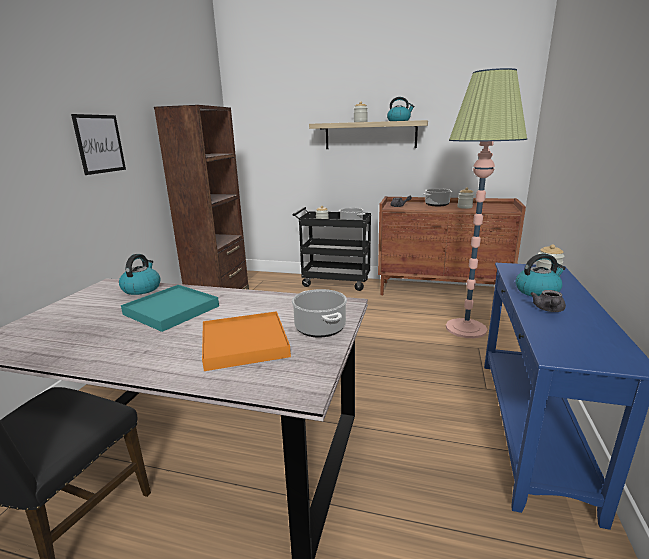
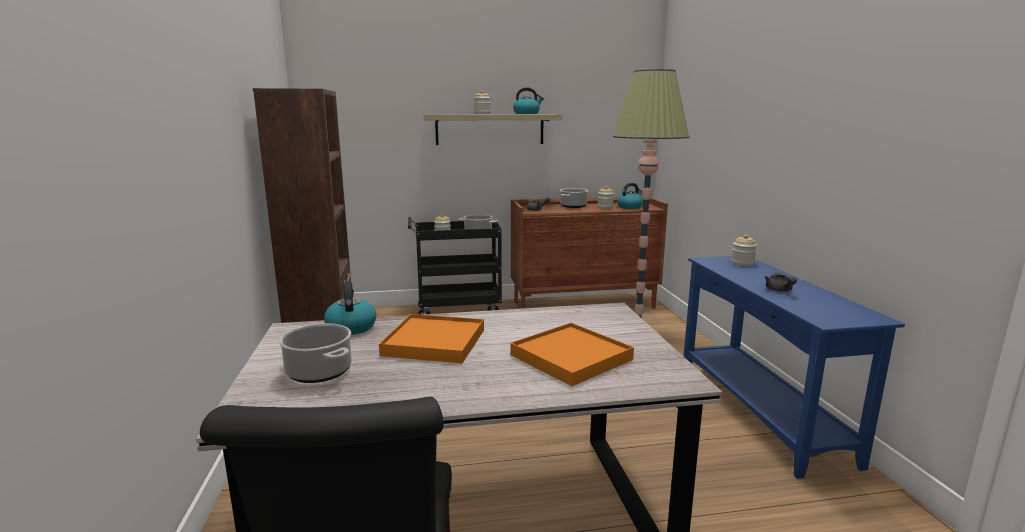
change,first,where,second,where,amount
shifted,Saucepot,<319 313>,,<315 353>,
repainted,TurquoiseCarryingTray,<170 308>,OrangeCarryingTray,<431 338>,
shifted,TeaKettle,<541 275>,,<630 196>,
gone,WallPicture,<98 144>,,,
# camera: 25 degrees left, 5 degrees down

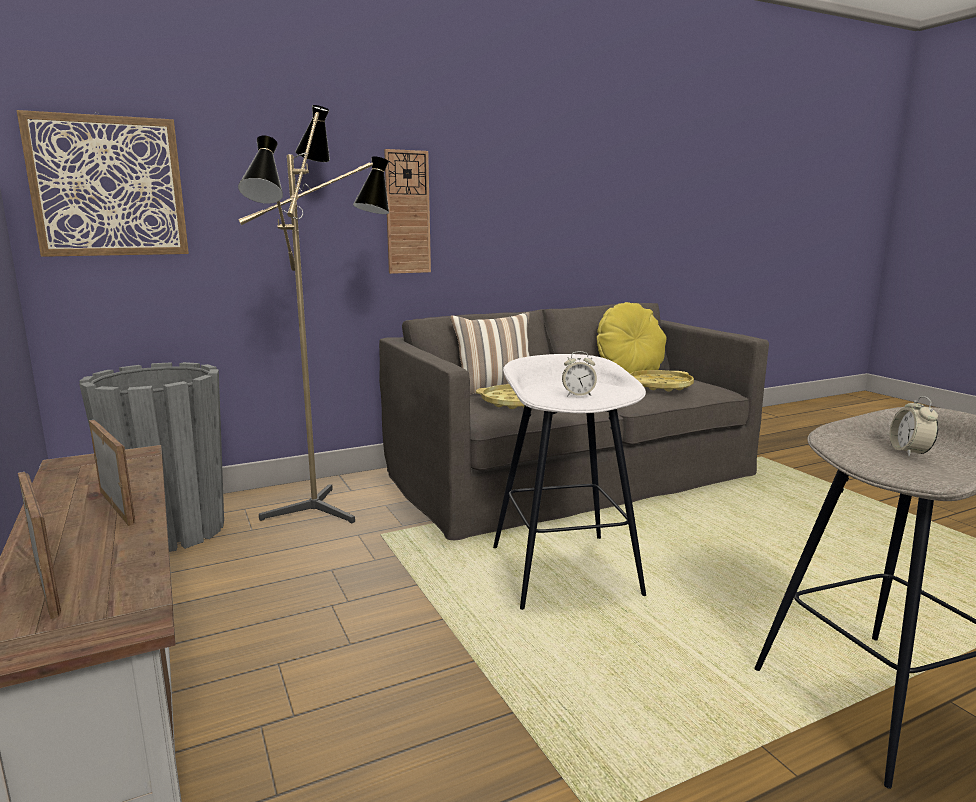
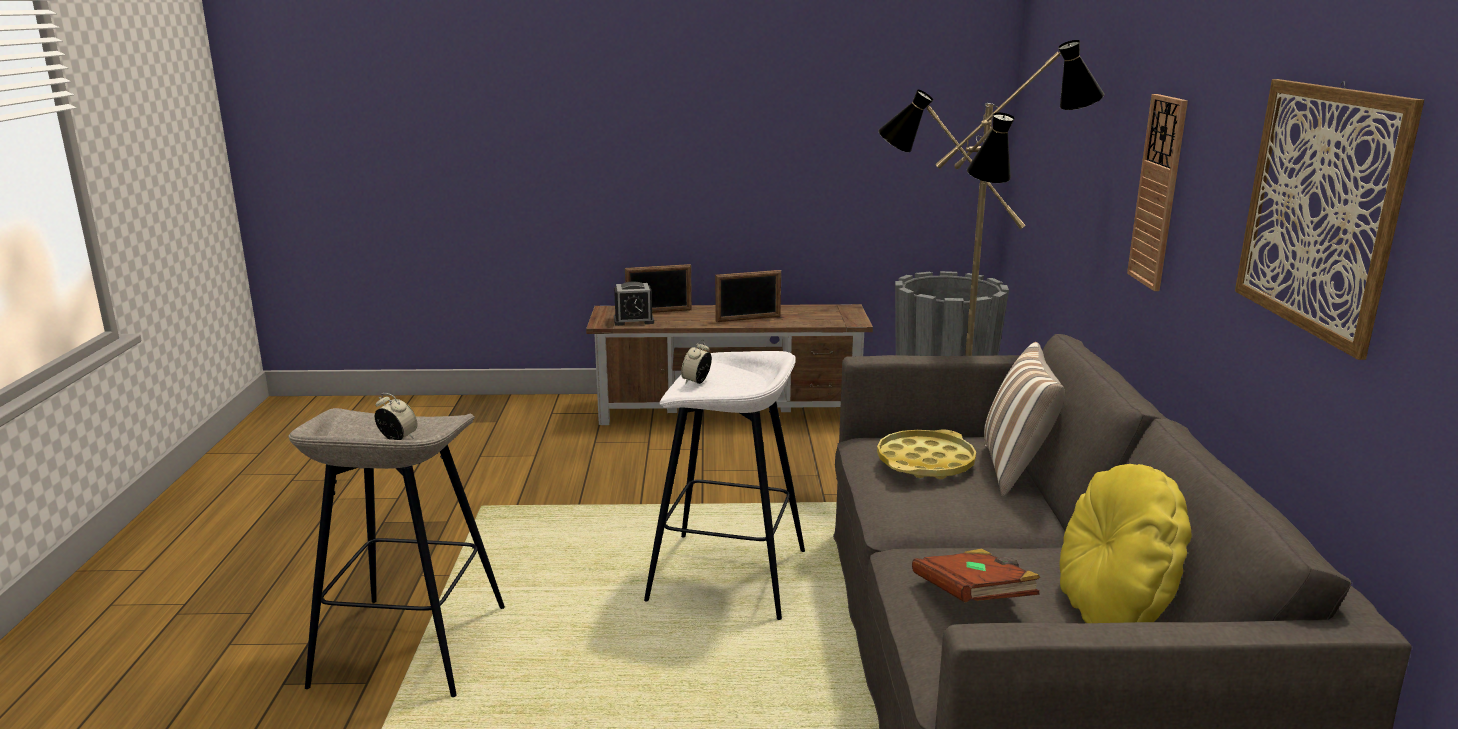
change,first,where,second,where,amount
new,,,BedsideClock,<634 303>,
swapped,YellowCarryingTray,<662 380>,BrownishBook,<976 575>,
shifted,WallPicture,<103 183>,,<1329 219>,
# camera: 115 degrees right, 5 degrees up

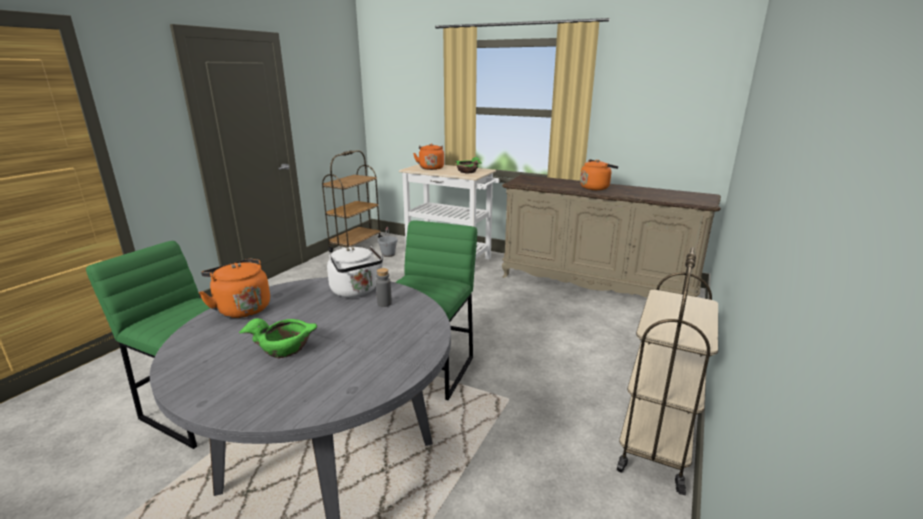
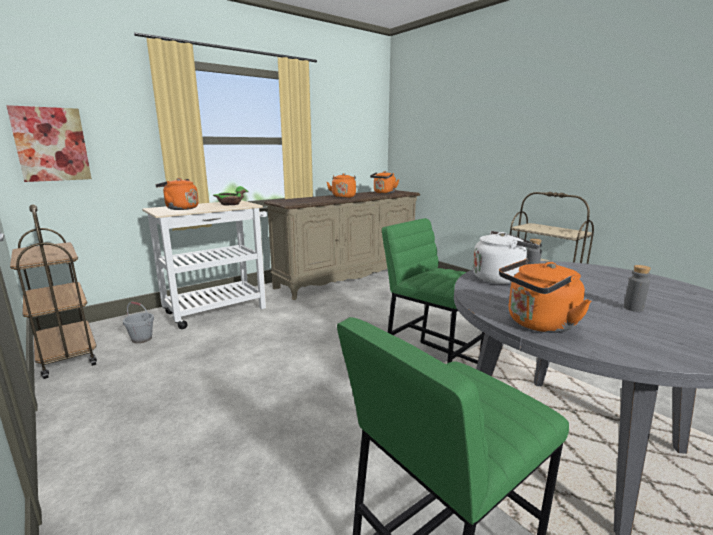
change,first,where,second,where,amount
new,,,WallPicture,<49 143>,
new,,,OrangeTeaKettle,<384 182>,
swapped,GreenishServingBowl,<278 338>,GreyishBeverageBottle,<637 288>,
# camera: 65 degrees left, 5 degrees down

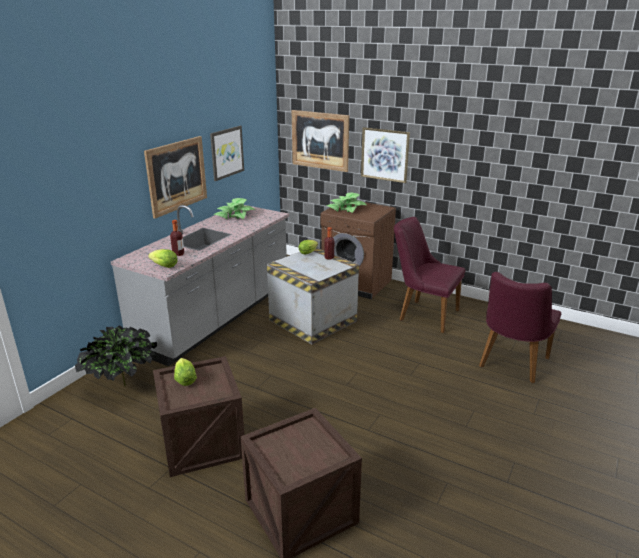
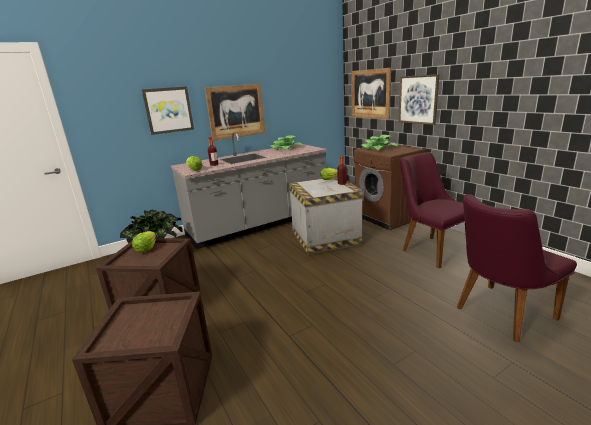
change,first,where,second,where,amount
shifted,WallPicture,<227 153>,,<168 110>,
# camera: 30 degrees right, 5 degrees down

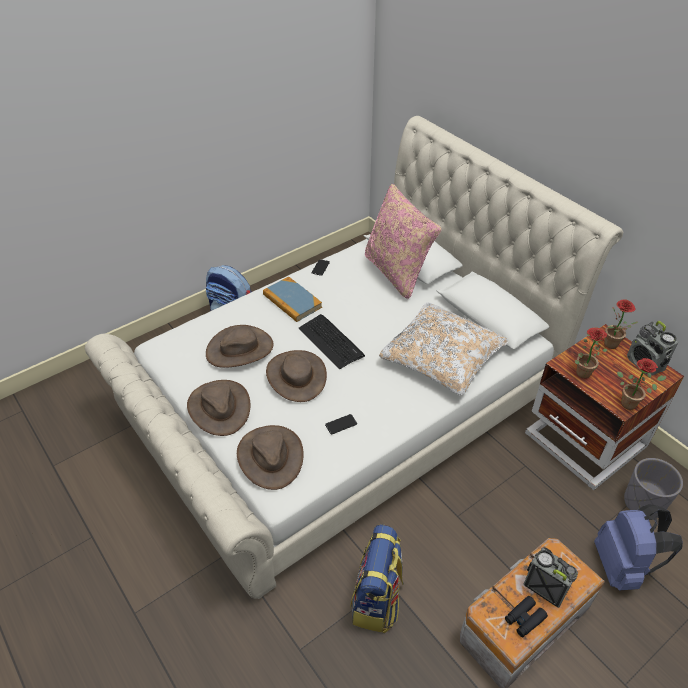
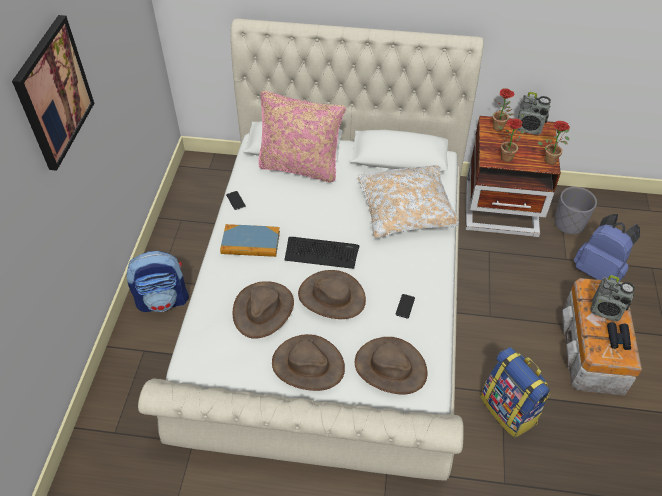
change,first,where,second,where,amount
new,,,WallPicture,<53 93>,
rotated,Radio,<551 578>,,<613 298>,150 degrees counterclockwise
# camera: 45 degrees left, 5 degrees up

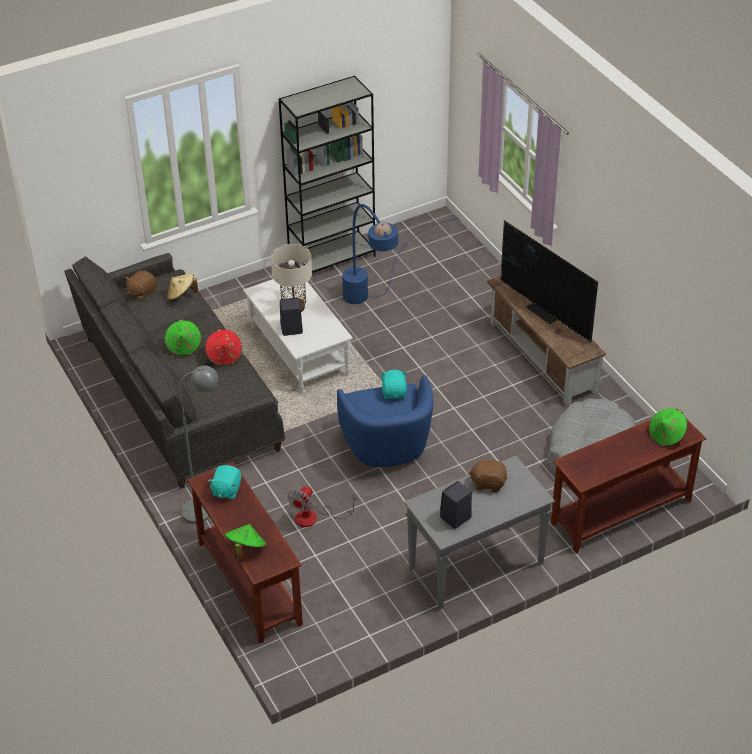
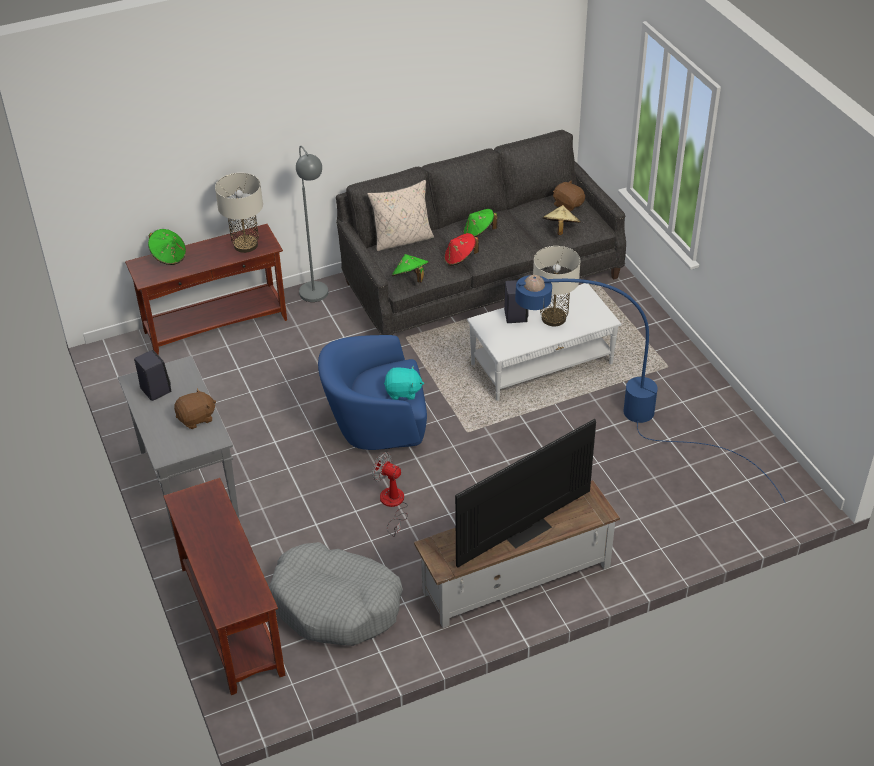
change,first,where,second,where,amount
rotated,BrownishSoftToy,<488 474>,,<195 408>,45 degrees clockwise
swapped,TurquoiseSoftToy,<224 482>,LampForATable,<239 213>,
new,,,BeigeColouredThrowPillow,<400 215>,
shifted,Fan,<323 506>,,<390 494>,
shifted,GreenishHat,<668 427>,,<410 268>,
gone,GreyishBookshelf,<327 174>,,,
# camera: 95 degrees right, 0 degrees up

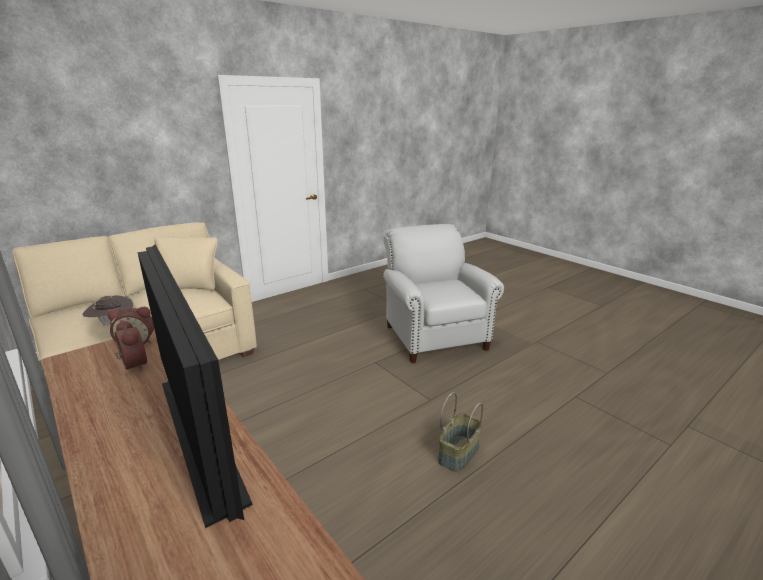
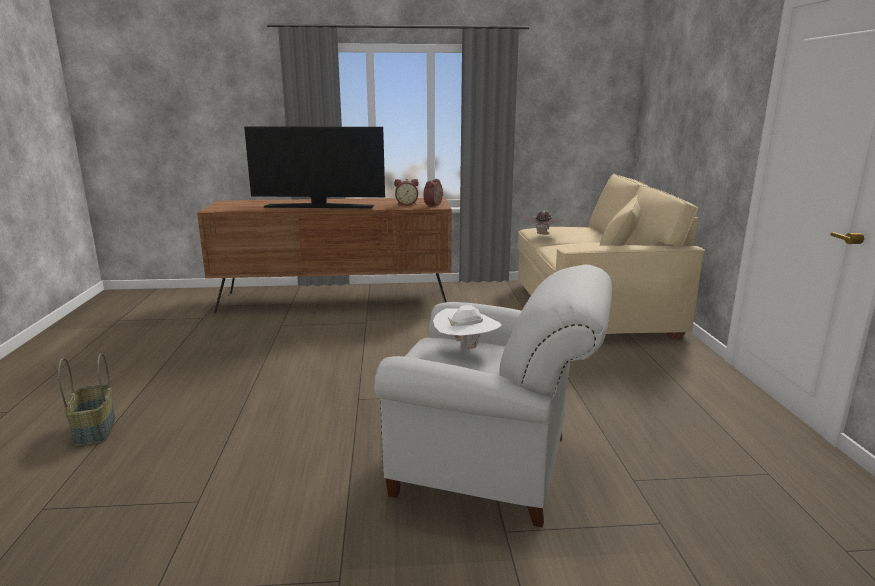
change,first,where,second,where,amount
shifted,Basket,<460 432>,,<86 399>,
new,,,WhitishHat,<467 329>,
# camera: 125 degrees right, 5 degrees down

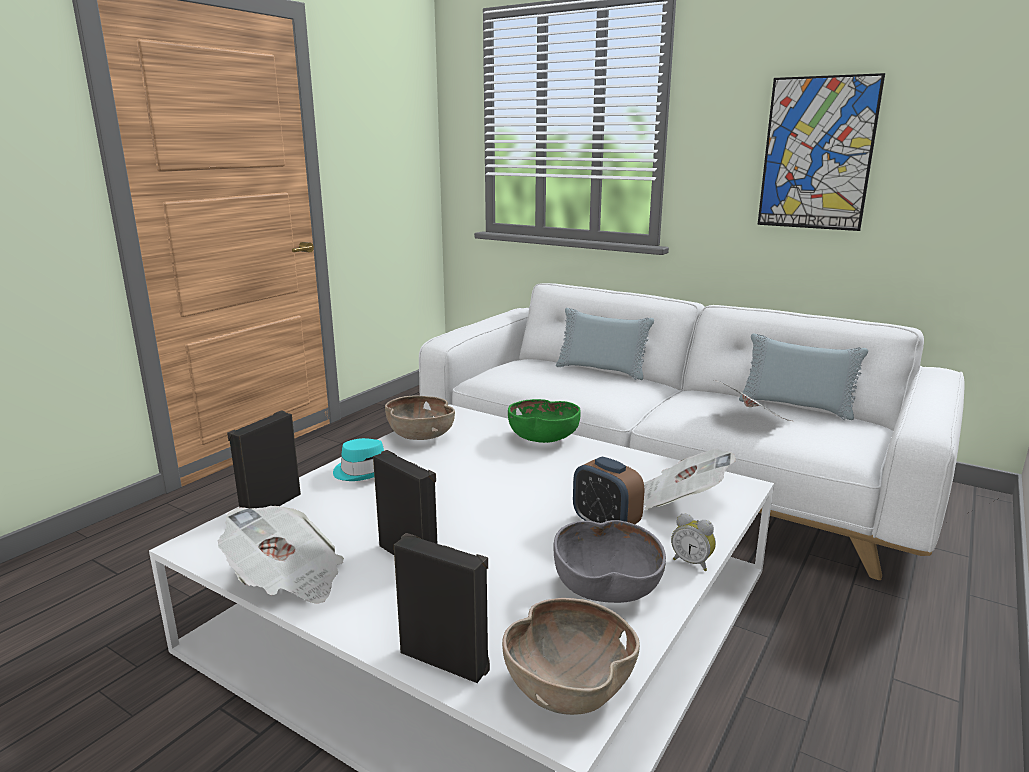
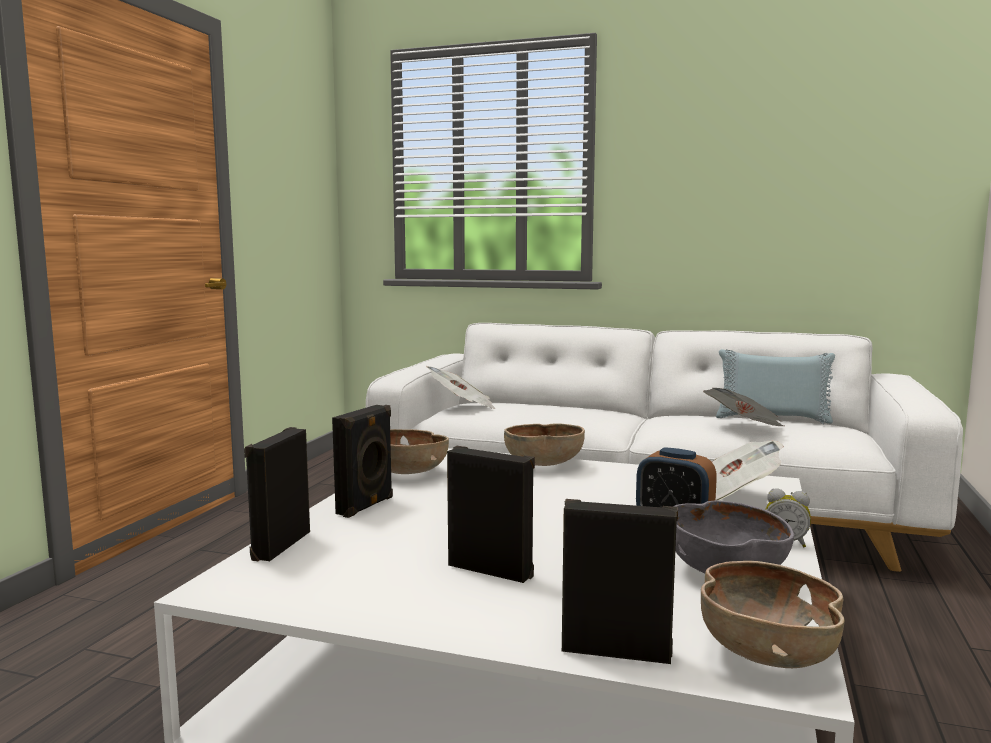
change,first,where,second,where,amount
swapped,TurquoiseHat,<358 459>,BlackColouredSpeaker,<362 461>,
shifted,DailyPaper,<281 555>,,<461 387>,
repainted,GreenishServingBowl,<544 421>,BrownishServingBowl,<544 444>,
gone,BlueThrowPillow,<605 344>,,,
gone,WallPicture,<821 152>,,,
# camera: 15 degrees left, 10 degrees down

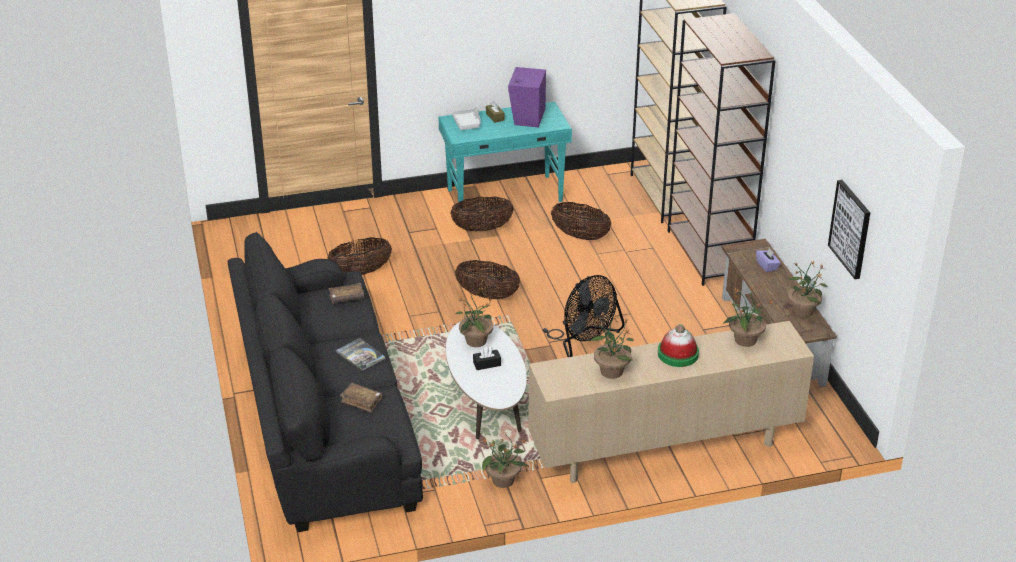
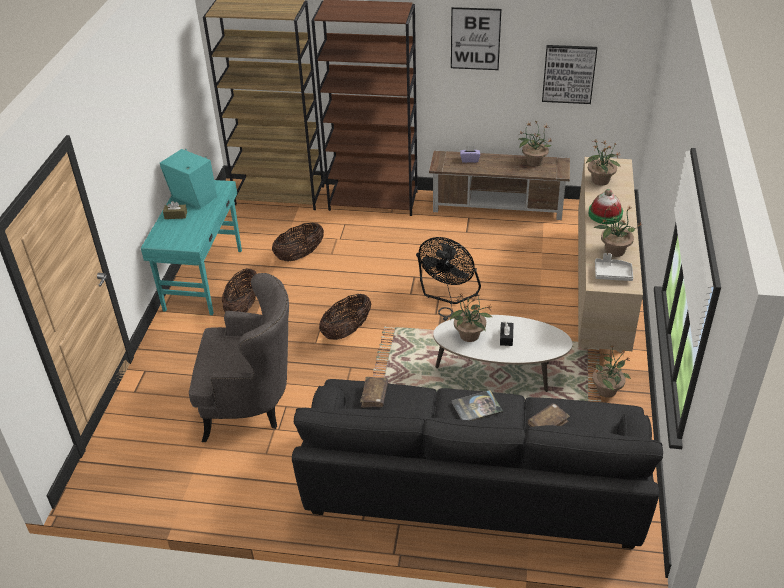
change,first,where,second,where,amount
repainted,PurpleSpeaker,<527 97>,TurquoiseSpeaker,<188 179>,
swapped,Basket,<360 256>,GreyishLoungeChair,<239 357>,
rotated,BlackColouredFan,<584 316>,,<448 279>,45 degrees counterclockwise
new,,,WallPicture,<476 38>,
shifted,GreyishCarryingTray,<466 118>,,<614 267>,
# camera: 65 degrees left, 5 degrees up

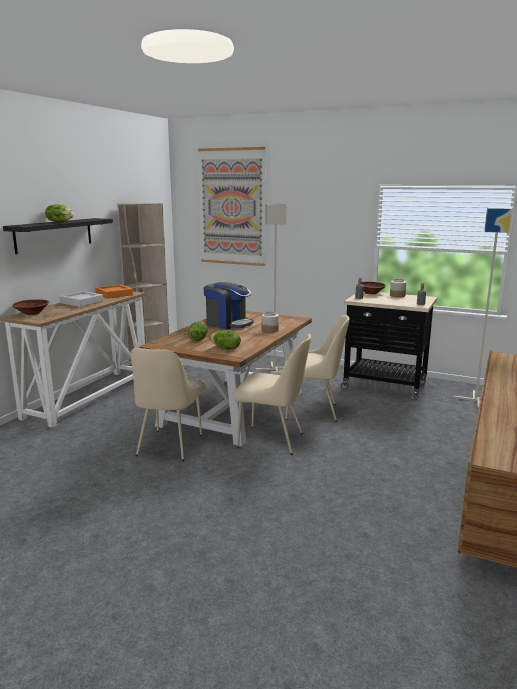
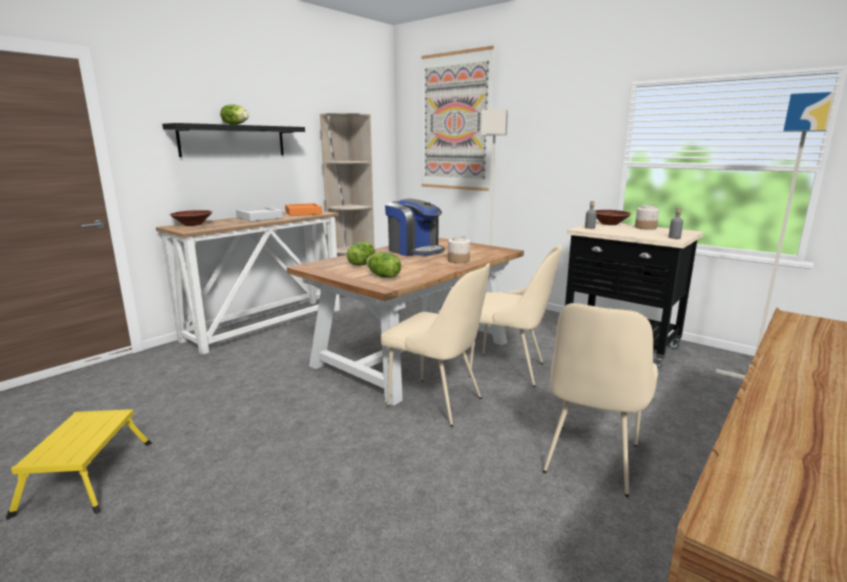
change,first,where,second,where,amount
new,,,YellowStepStool,<79 464>,
shifted,BeigeColouredUprightChair,<168 404>,,<600 400>,
# camera: 15 degrees right, 0 degrees up

